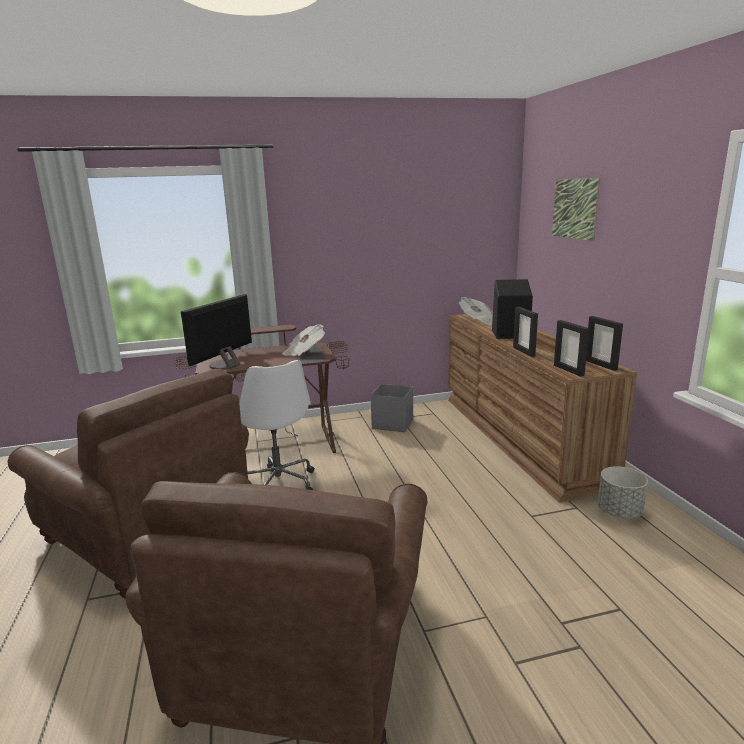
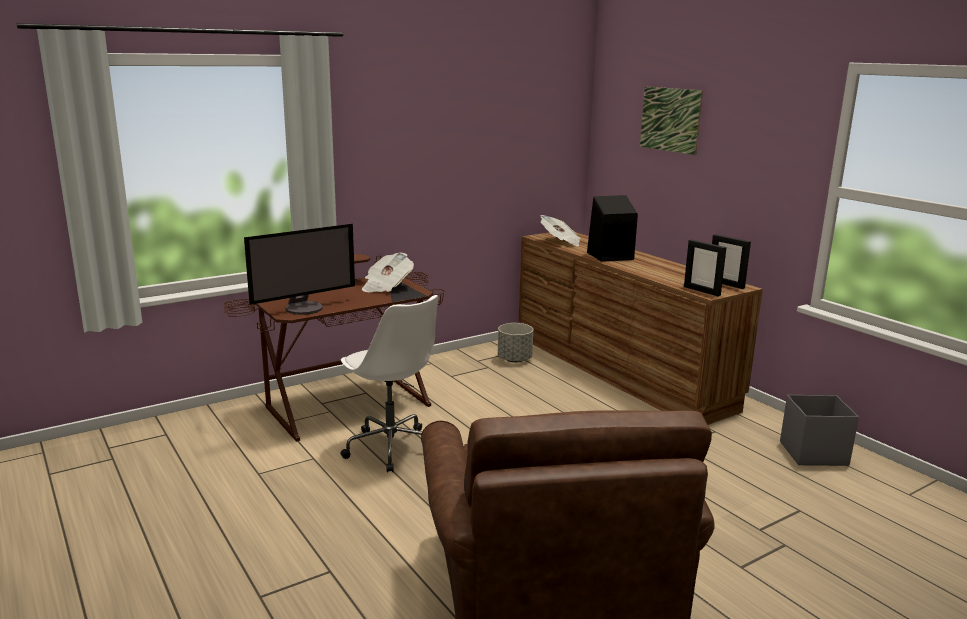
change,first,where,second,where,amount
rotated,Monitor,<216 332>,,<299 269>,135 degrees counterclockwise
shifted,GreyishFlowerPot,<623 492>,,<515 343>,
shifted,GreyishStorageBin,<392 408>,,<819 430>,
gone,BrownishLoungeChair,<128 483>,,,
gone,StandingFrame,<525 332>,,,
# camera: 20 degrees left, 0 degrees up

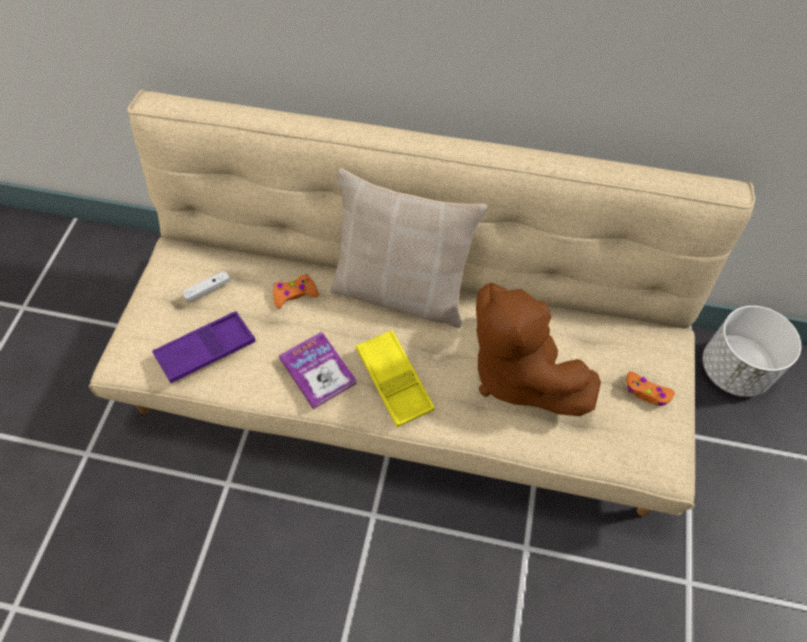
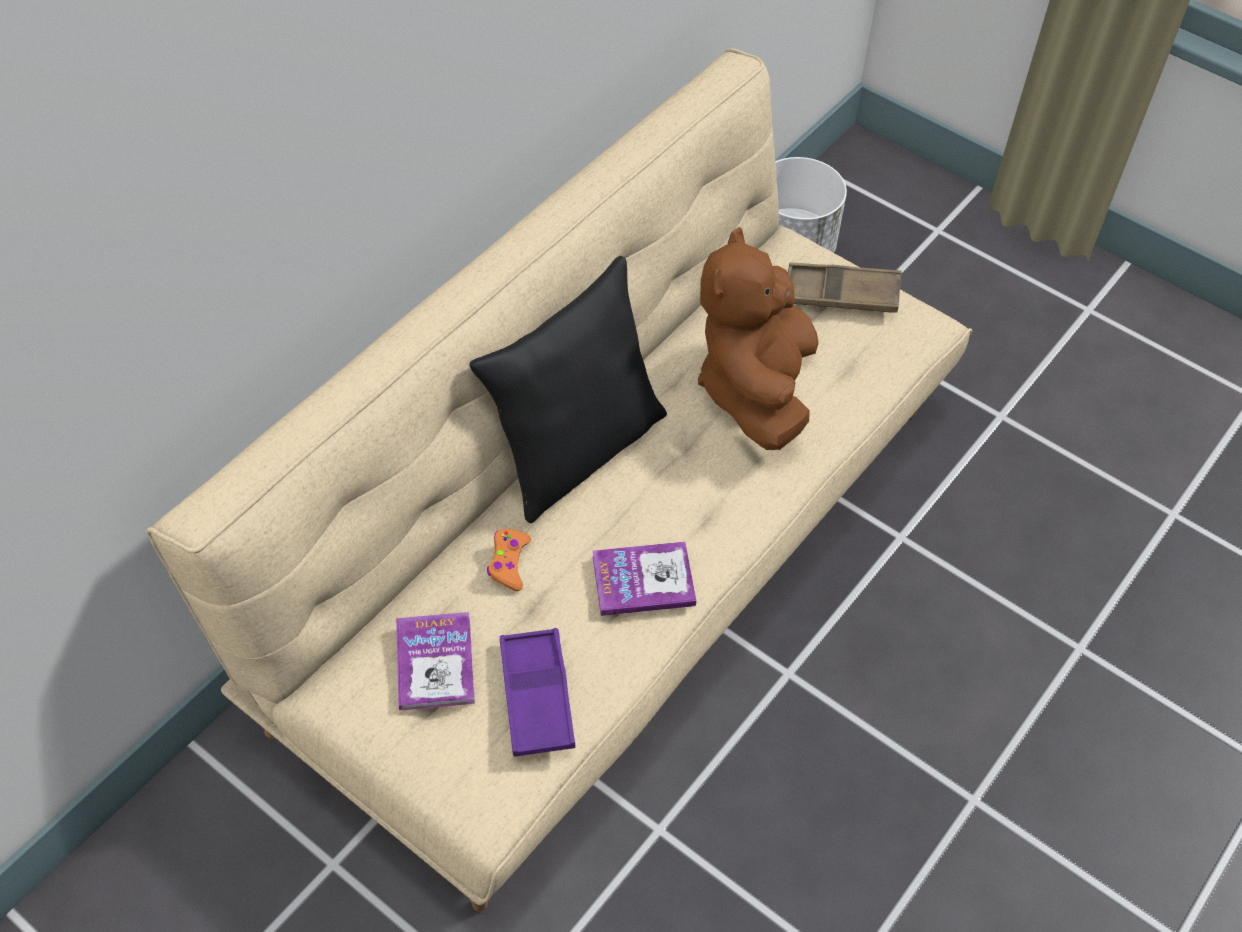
change,first,where,second,where,amount
swapped,WhitishJoypad,<206 286>,Book,<435 661>,
repainted,BeigeColouredThrowPillow,<408 248>,BlackColouredThrowPillow,<568 389>,
rotated,BrownishSoftToy,<538 349>,,<758 338>,105 degrees clockwise
swapped,OrangeJoypad,<650 388>,BrownishCarryingTray,<845 288>,
gone,YellowCarryingTray,<395 378>,,,
# camera: 65 degrees left, 5 degrees down

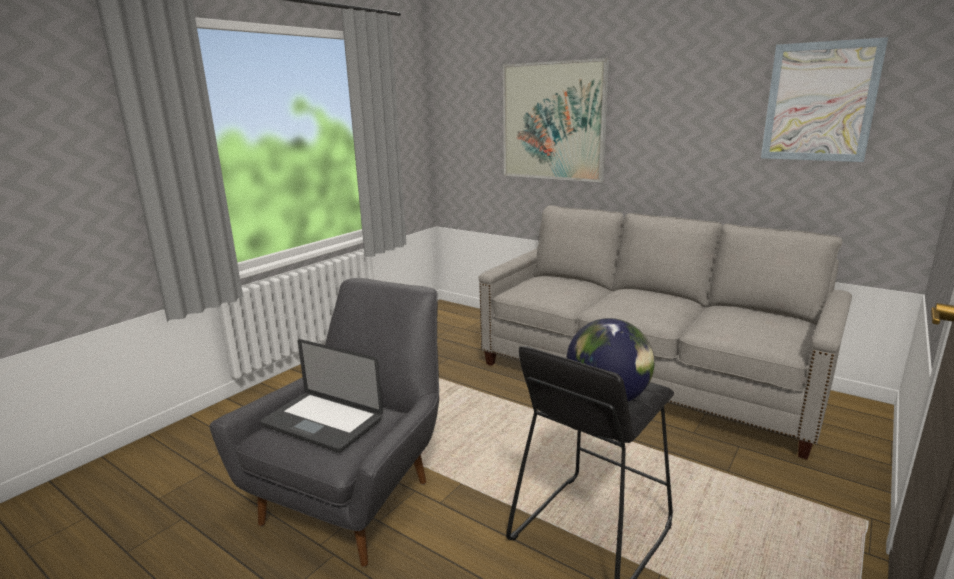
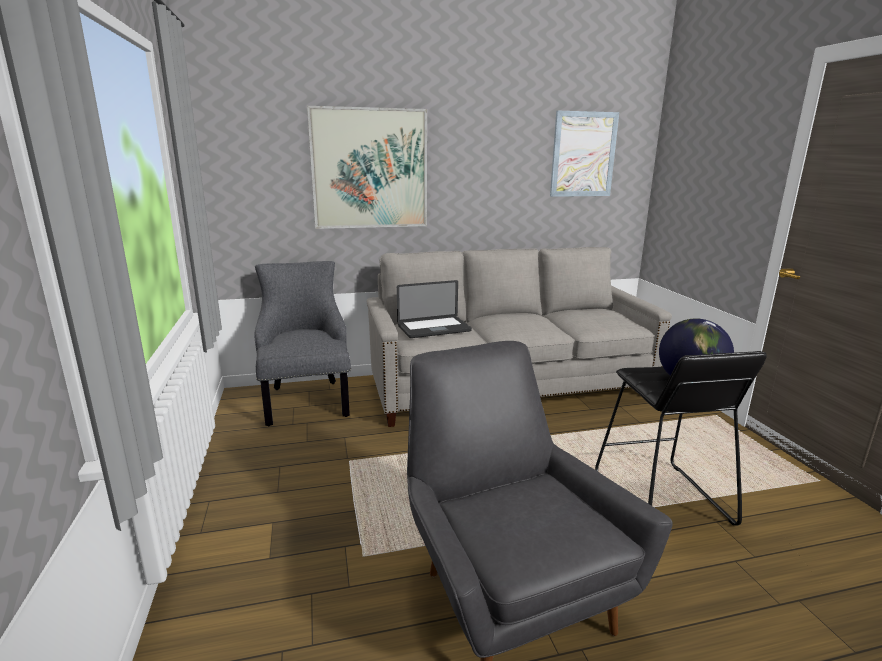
change,first,where,second,where,amount
new,,,GreyishLoungeChair,<302 343>,
shifted,PortableComputer,<321 395>,,<434 309>,
# camera: 50 degrees left, 0 degrees up

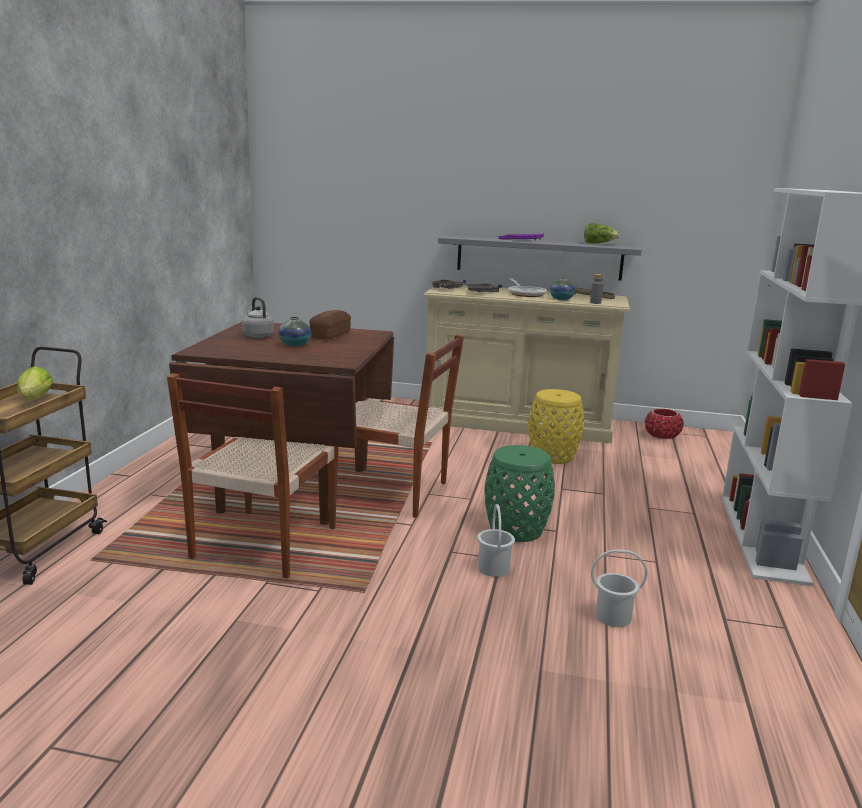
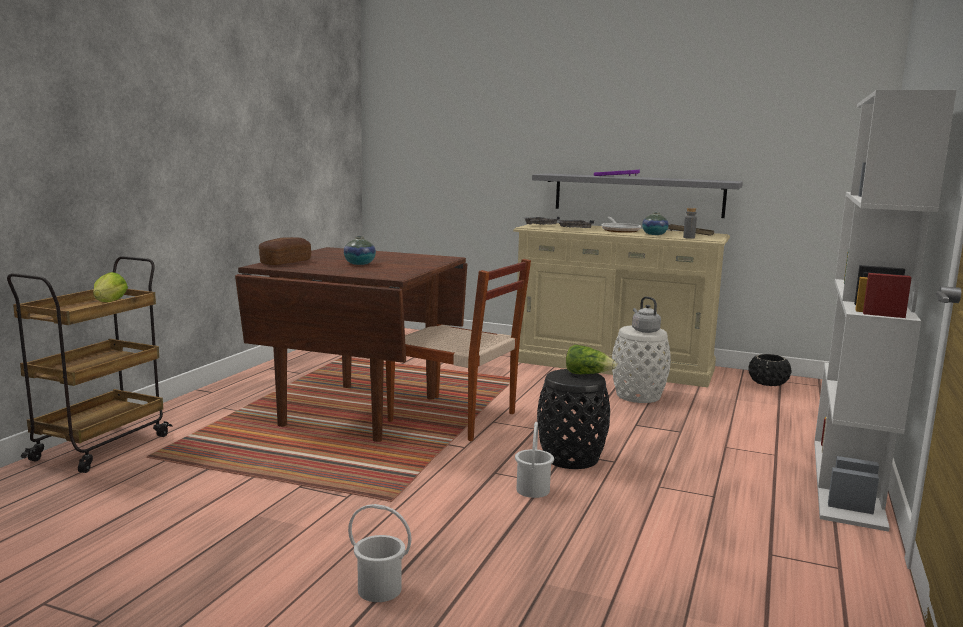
change,first,where,second,where,amount
shifted,BakeryBread,<330 324>,,<285 251>,
shifted,WhitishPail,<619 588>,,<379 553>,
repainted,GreenishStoolSeat,<519 493>,BlackColouredStoolSeat,<573 419>,
shifted,Lettuce,<602 233>,,<591 359>,
repainted,YellowStoolSeat,<556 426>,WhitishStoolSeat,<641 364>,
shifted,GreyishTeaKettle,<258 317>,,<646 315>,
repainted,RedColouredFlowerPot,<664 423>,BlackColouredFlowerPot,<770 370>,
gone,UprightChair,<252 475>,,,
# camera: 10 degrees right, 5 degrees down

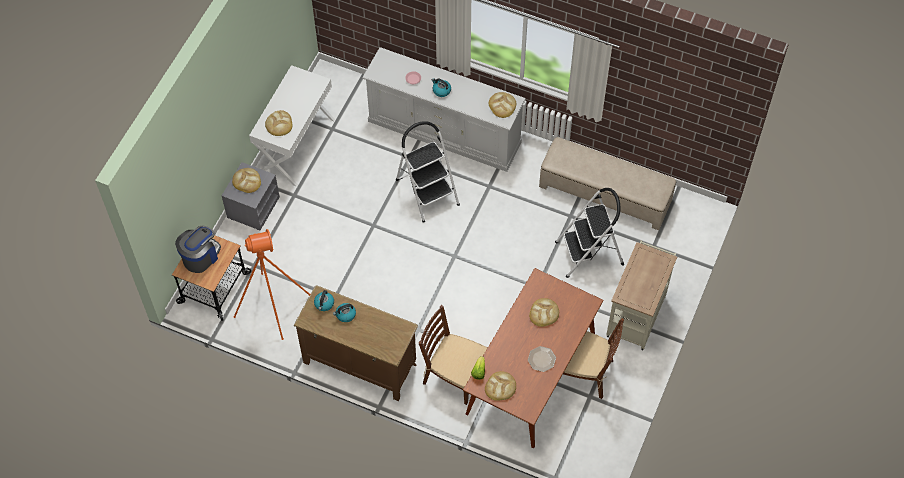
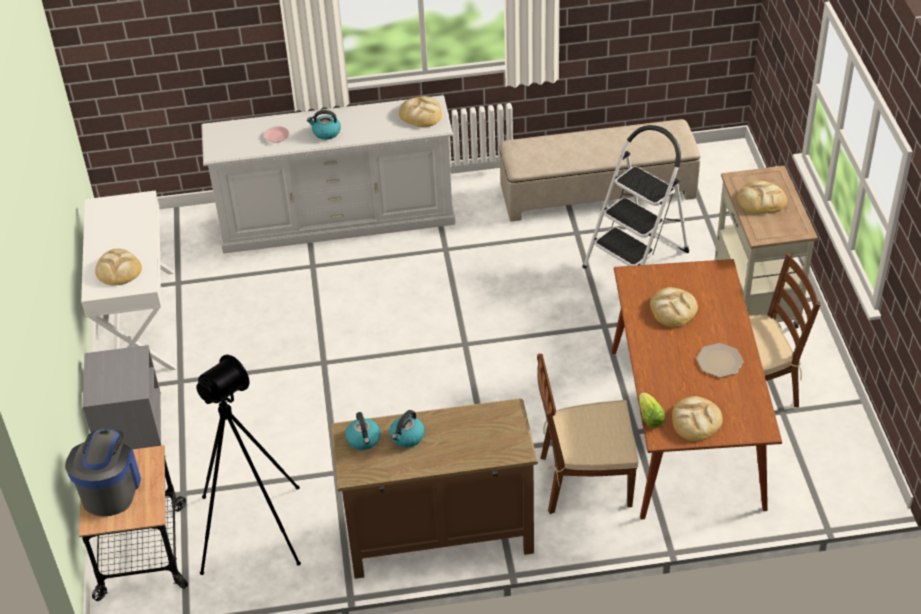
change,first,where,second,where,amount
repainted,OrangeFloorLamp,<271 284>,BlackColouredFloorLamp,<248 465>,
shifted,BakeryBread,<246 180>,,<762 197>,
gone,StepStool,<428 172>,,,
# camera: 30 degrees left, 15 degrees down

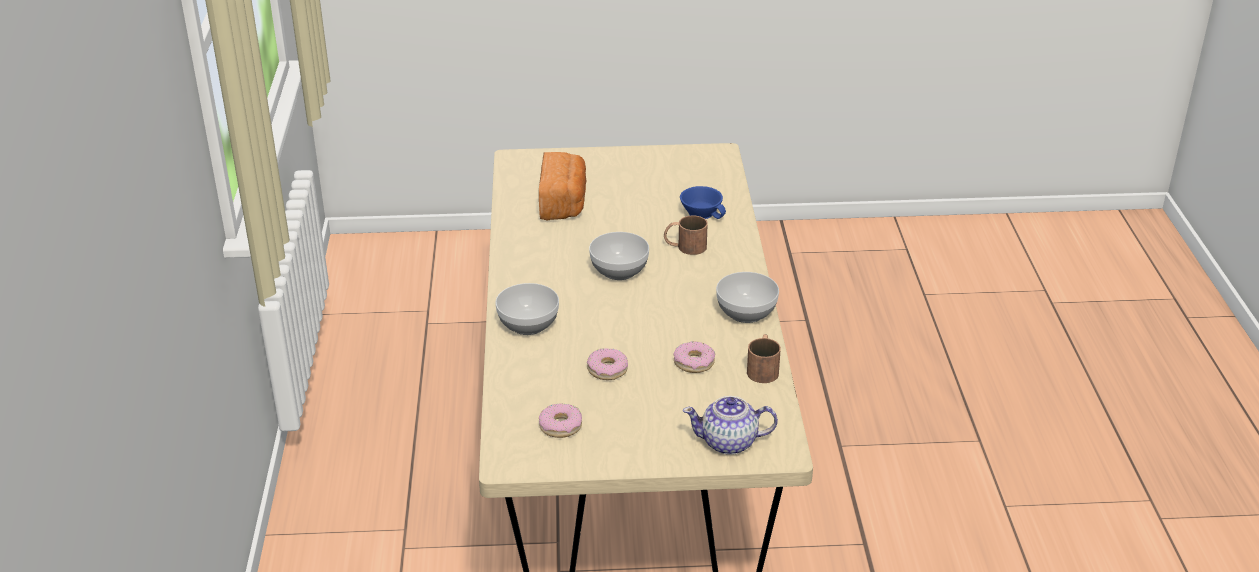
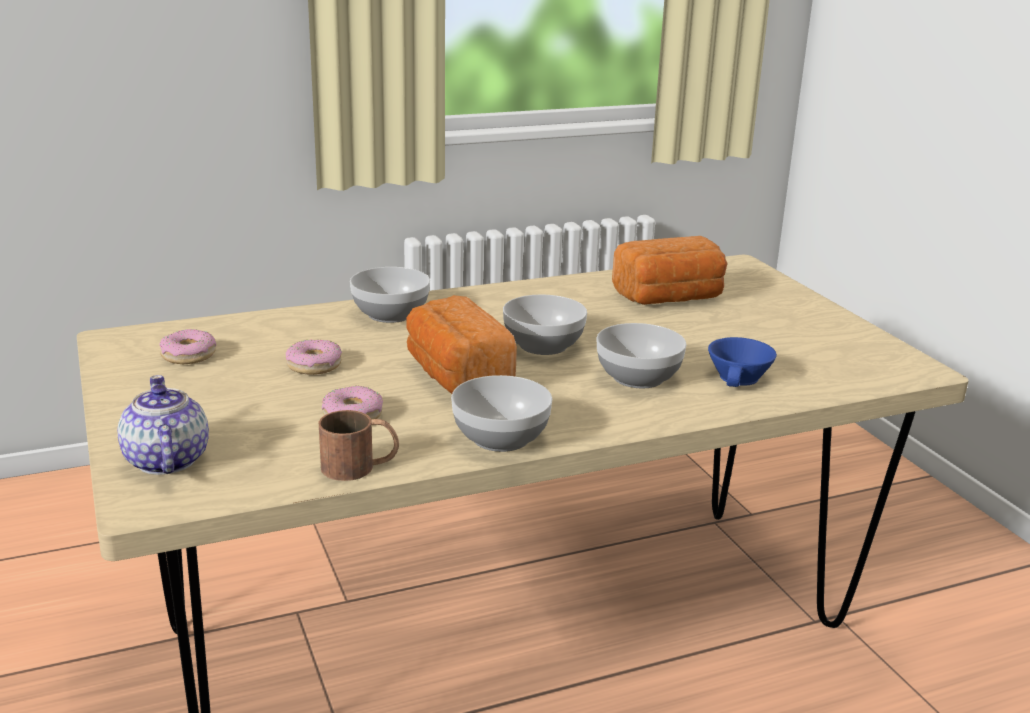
change,first,where,second,where,amount
new,,,BakeryBread,<461 344>,
swapped,BrownishTeaMug,<686 235>,ServingBowl,<642 355>,
# camera: 70 degrees right, 10 degrees down

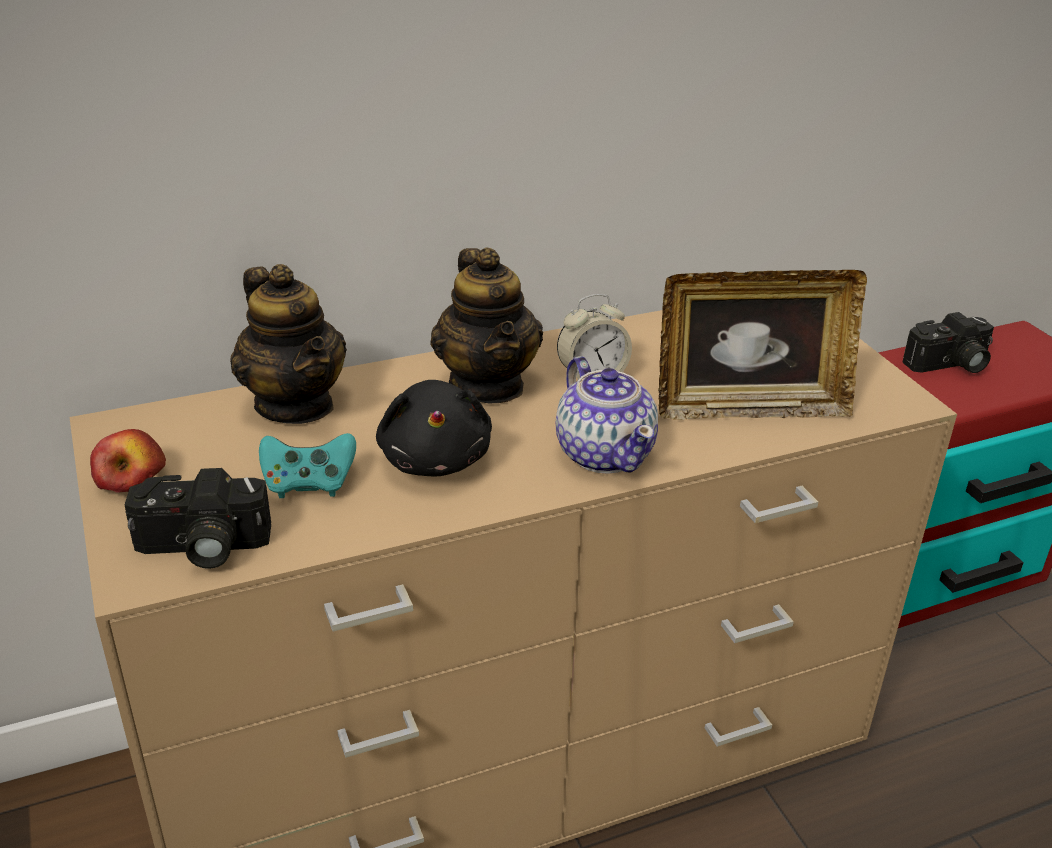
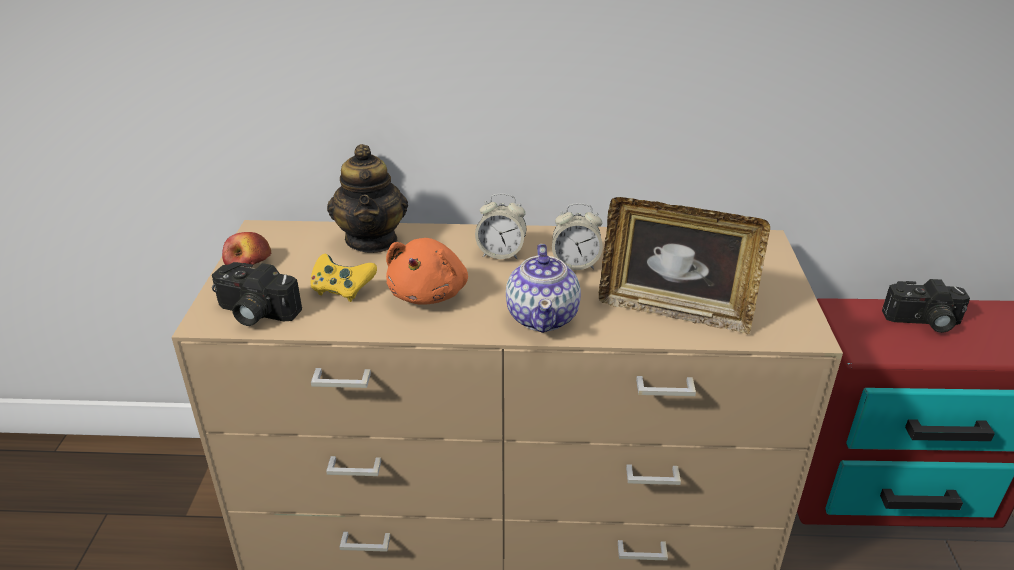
change,first,where,second,where,amount
repainted,TurquoiseJoypad,<307 465>,YellowJoypad,<344 278>,
repainted,BlackColouredSoftToy,<434 428>,OrangeSoftToy,<427 271>,
swapped,PotForTea,<486 325>,BedsideClock,<500 226>,
# camera: 25 degrees right, 0 degrees up

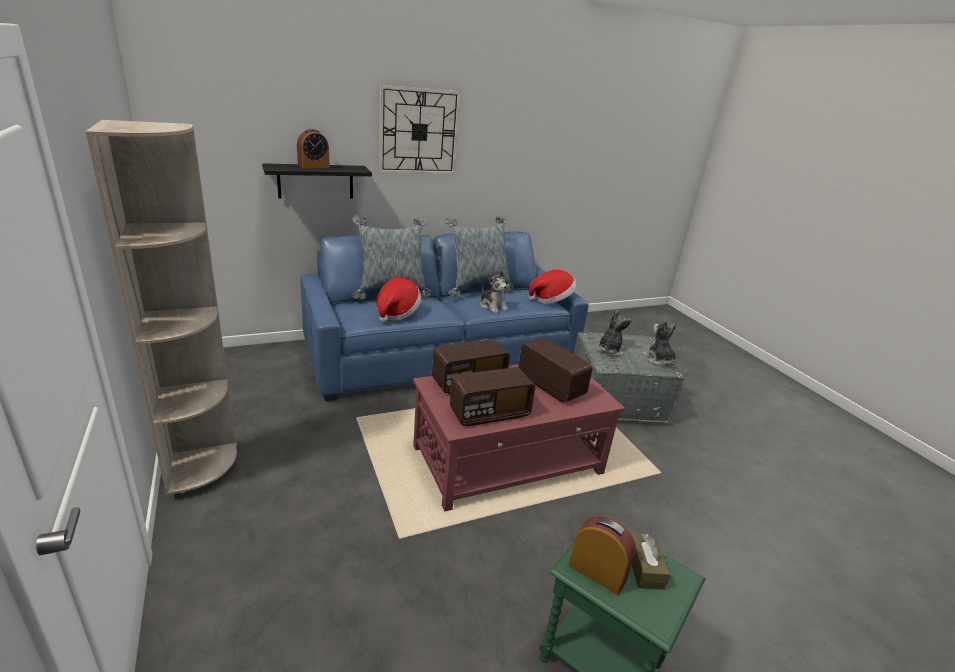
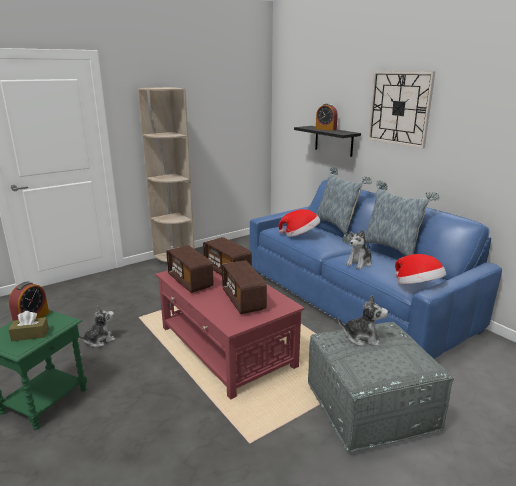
change,first,where,second,where,amount
shifted,SoftToy,<660 343>,,<97 326>,
rotated,Radio,<555 370>,,<244 287>,120 degrees clockwise
# camera: 80 degrees right, 5 degrees down

